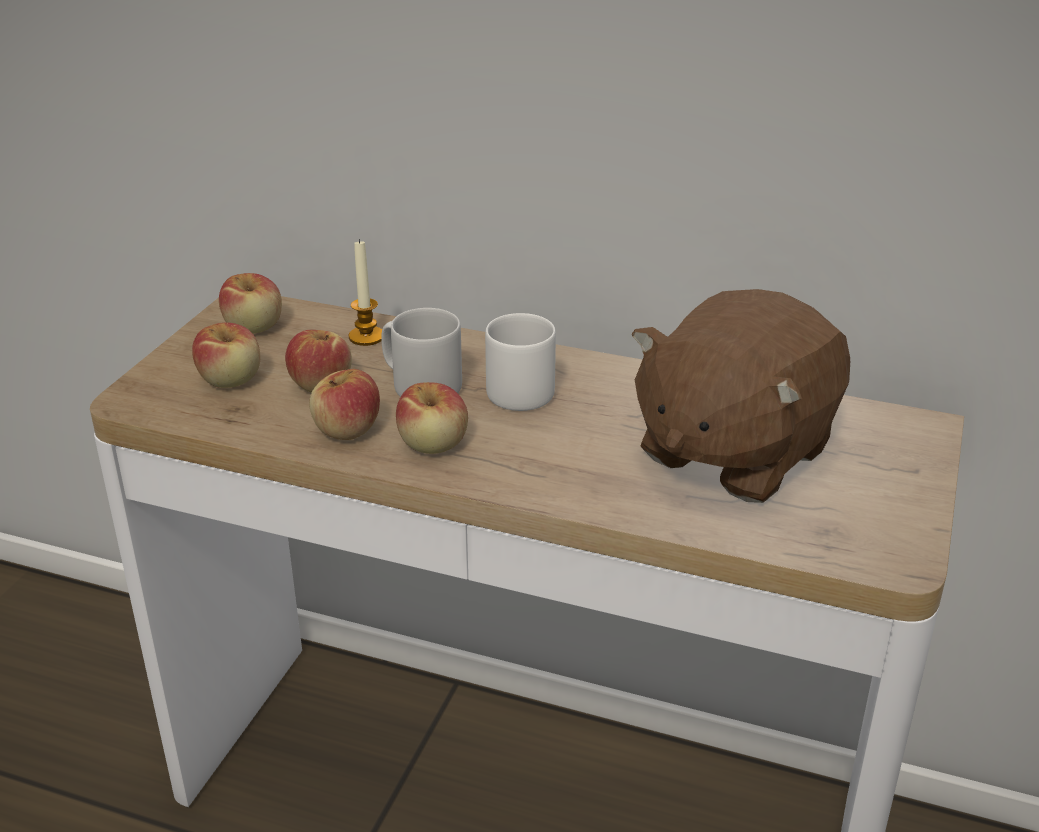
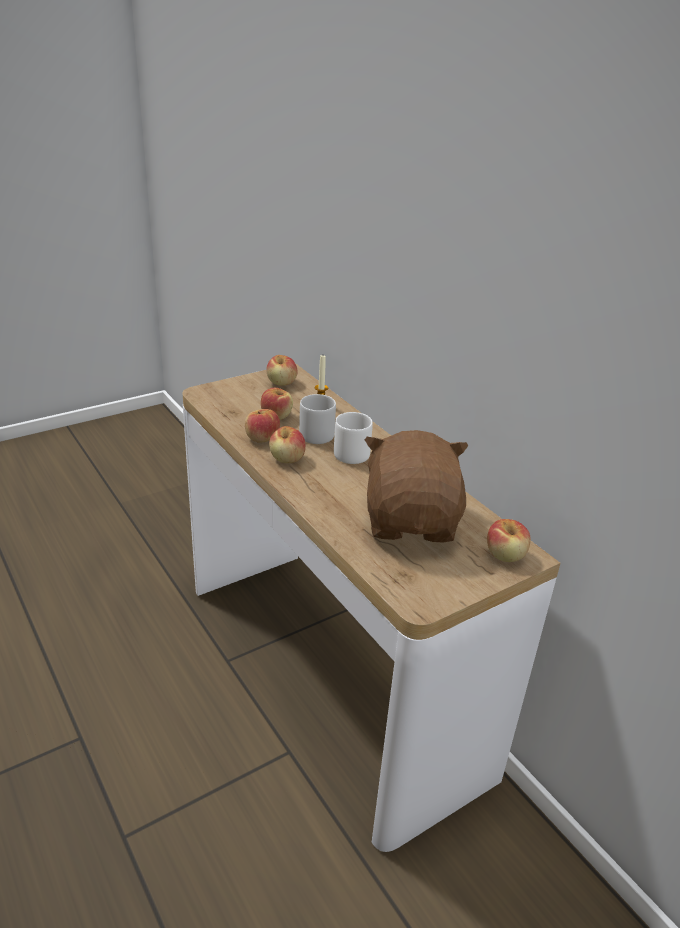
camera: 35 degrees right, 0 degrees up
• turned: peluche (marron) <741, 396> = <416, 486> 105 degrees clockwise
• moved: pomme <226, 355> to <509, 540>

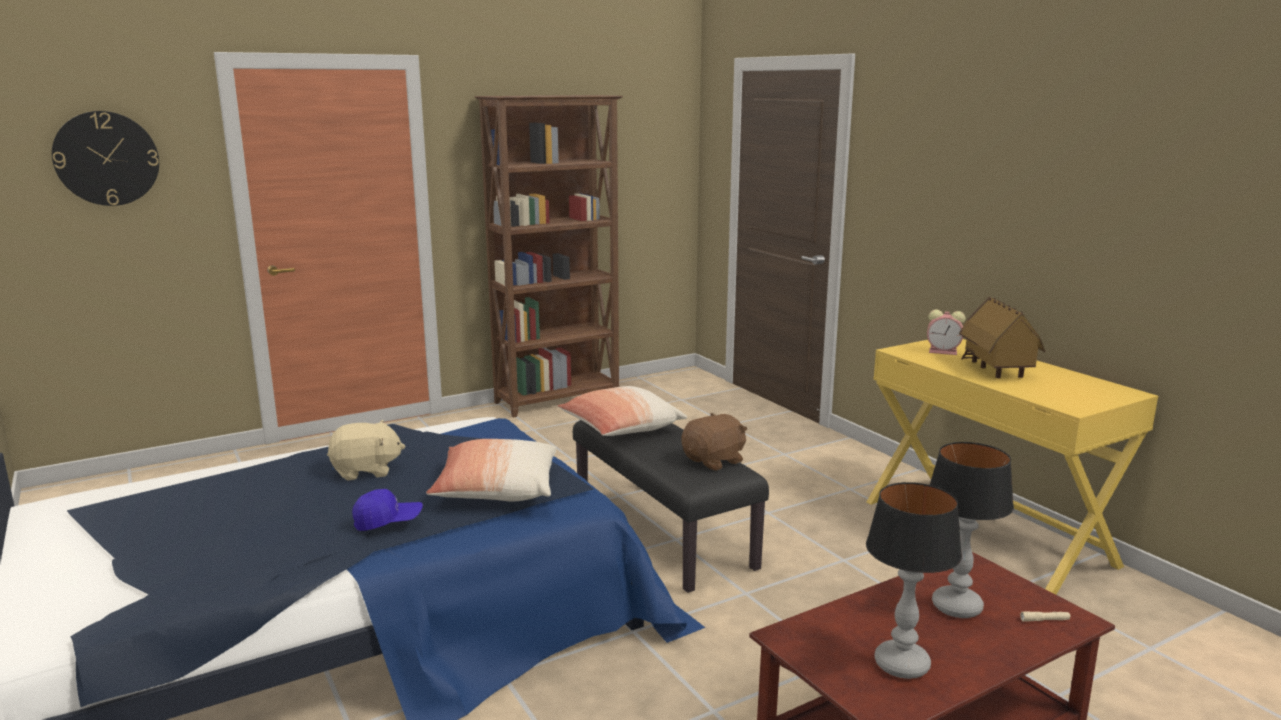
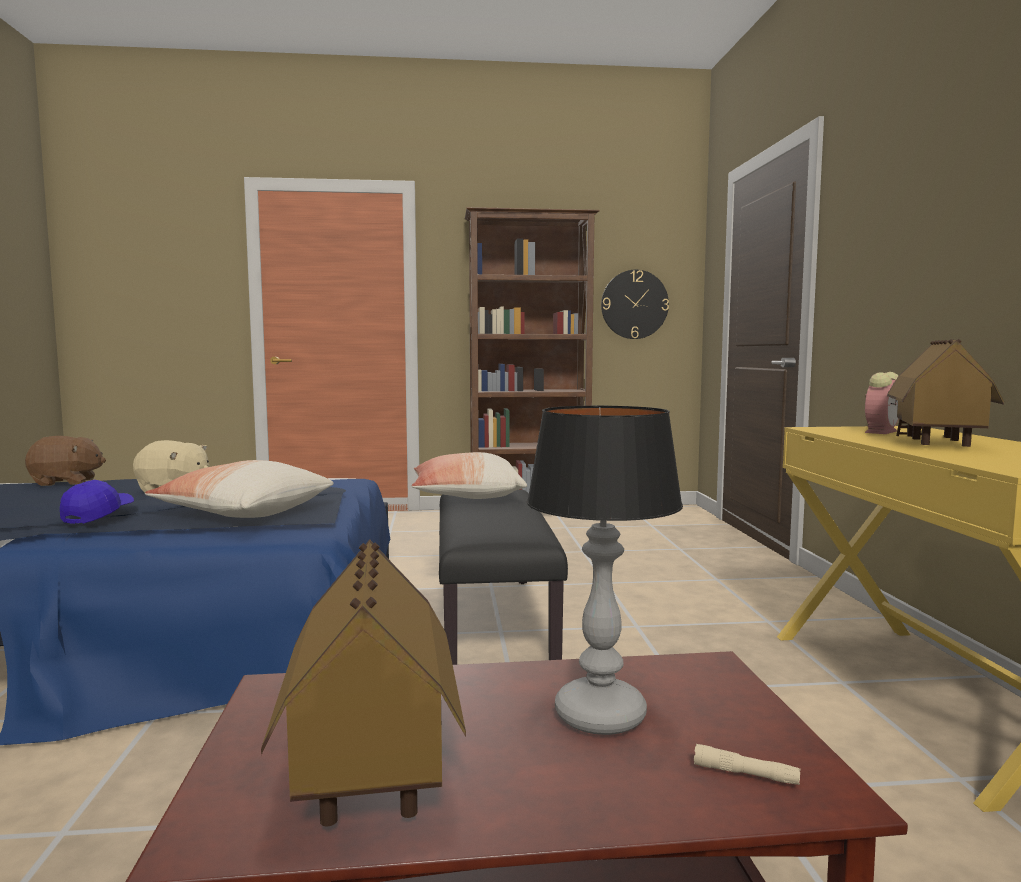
camera: 25 degrees right, 10 degrees down
• moved: horloge murale <105, 158> to <635, 304>
• turned: réveil <946, 332> = <882, 403> 90 degrees counterclockwise
• moved: peluche (marron) <714, 442> to <65, 461>
• replaced: lampe de table <914, 580> to maison miniature <363, 683>
• turned: casquette (bleu) <387, 510> = <97, 502> 90 degrees counterclockwise

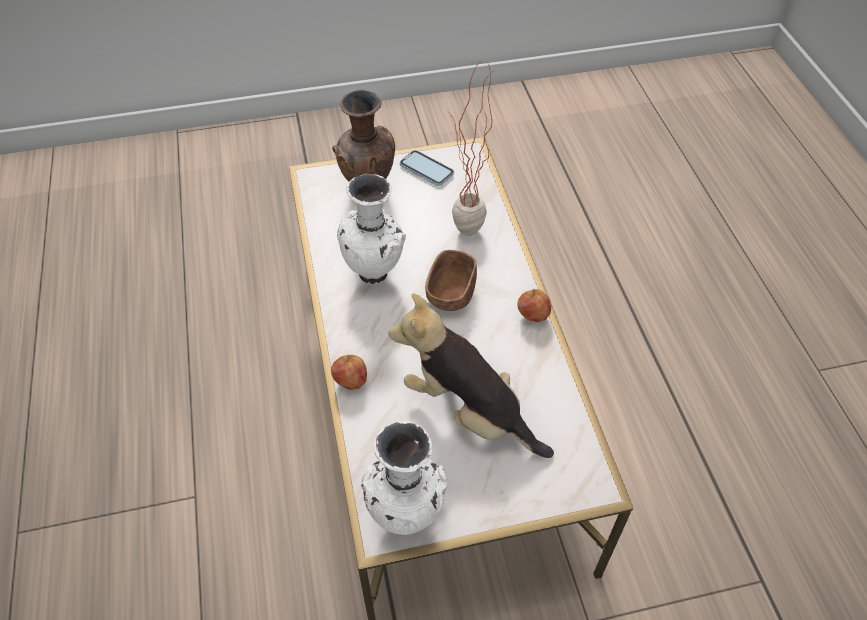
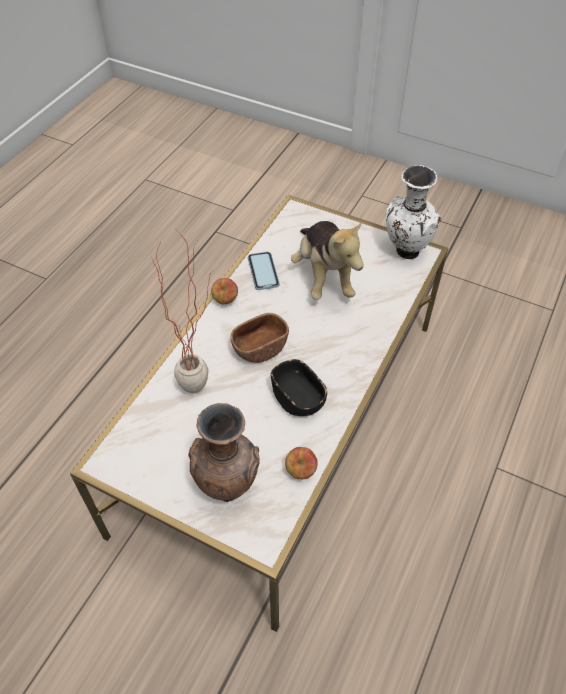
camera: 140 degrees left, 0 degrees up
• moved: téléphone <427, 168> to <263, 271>
• replaced: vase (blanc) <371, 229> to bol (noir) <299, 387>
• moved: pomme <349, 372> to <301, 463>

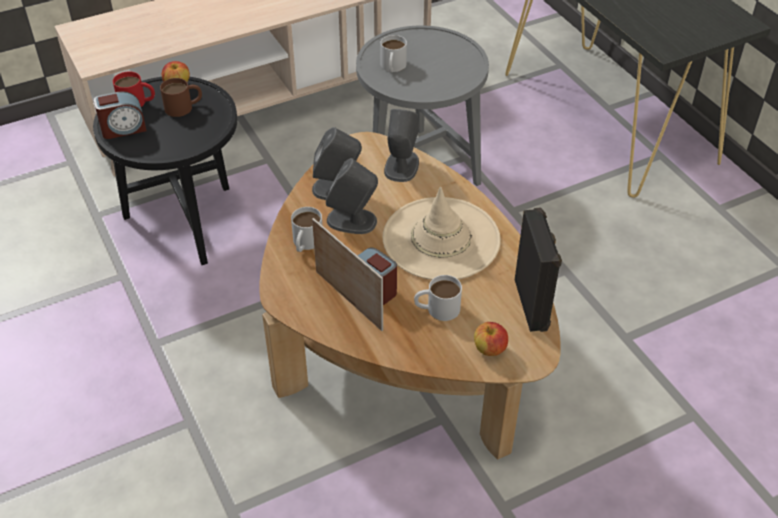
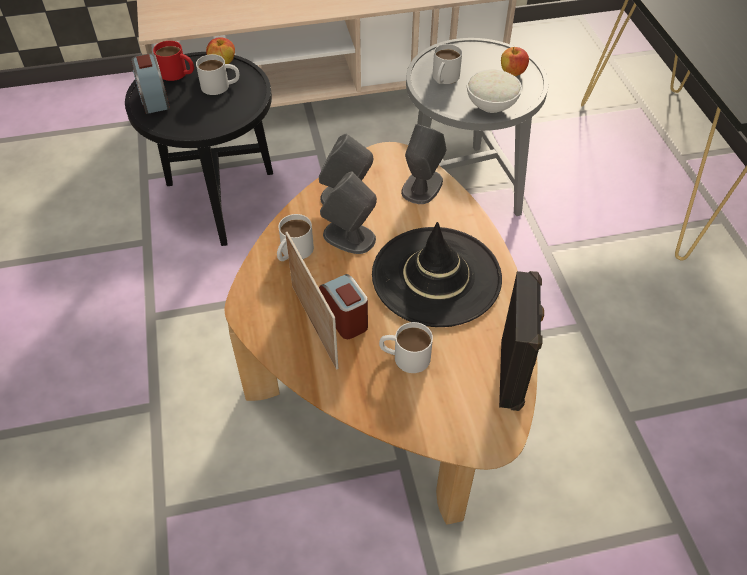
camera: 15 degrees right, 5 degrees up
• recoloured: mug (marron) <181, 97> to mug (blanc) <217, 74>
• turned: réveil <120, 115> = <150, 83> 75 degrees clockwise
• recoloured: chapeau (beige) <442, 233> to chapeau (noir) <437, 274>
• moved: pomme <491, 339> to <515, 61>
• added: bol (blanc) <494, 91>

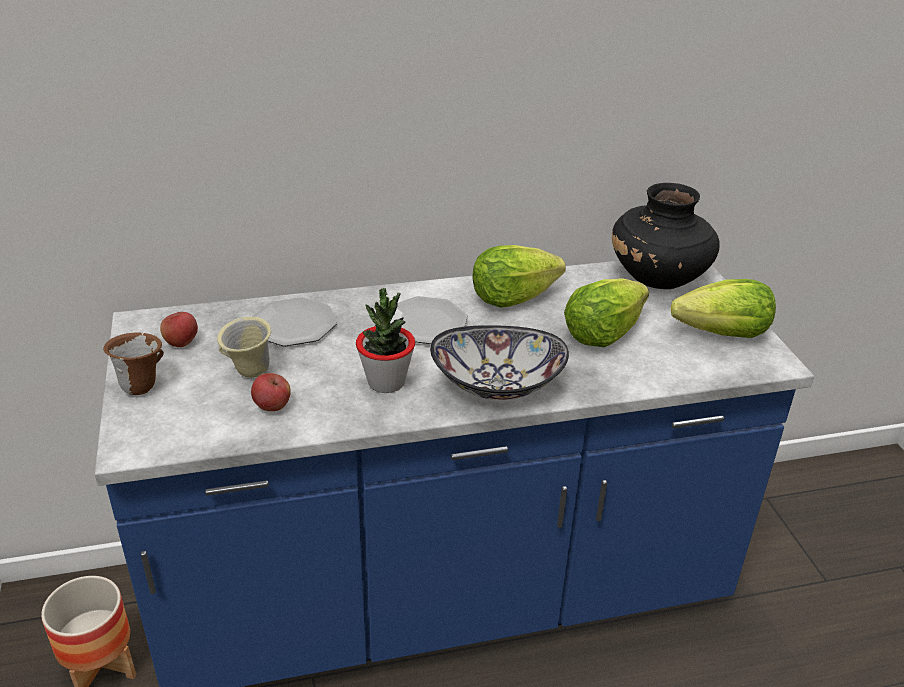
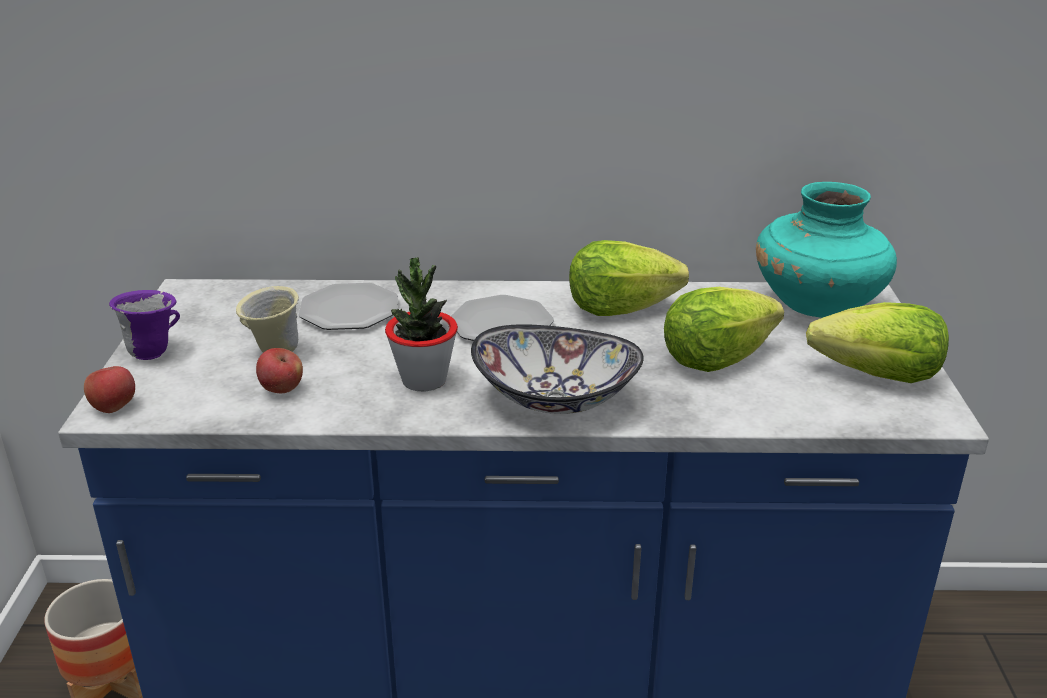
camera: 15 degrees right, 5 degrees down
• recoloured: vase (noir) <666, 236> to vase (turquoise) <826, 250>
• moved: pomme <179, 329> to <109, 389>
• recoloured: mug (marron) <133, 363> to mug (violet) <144, 325>

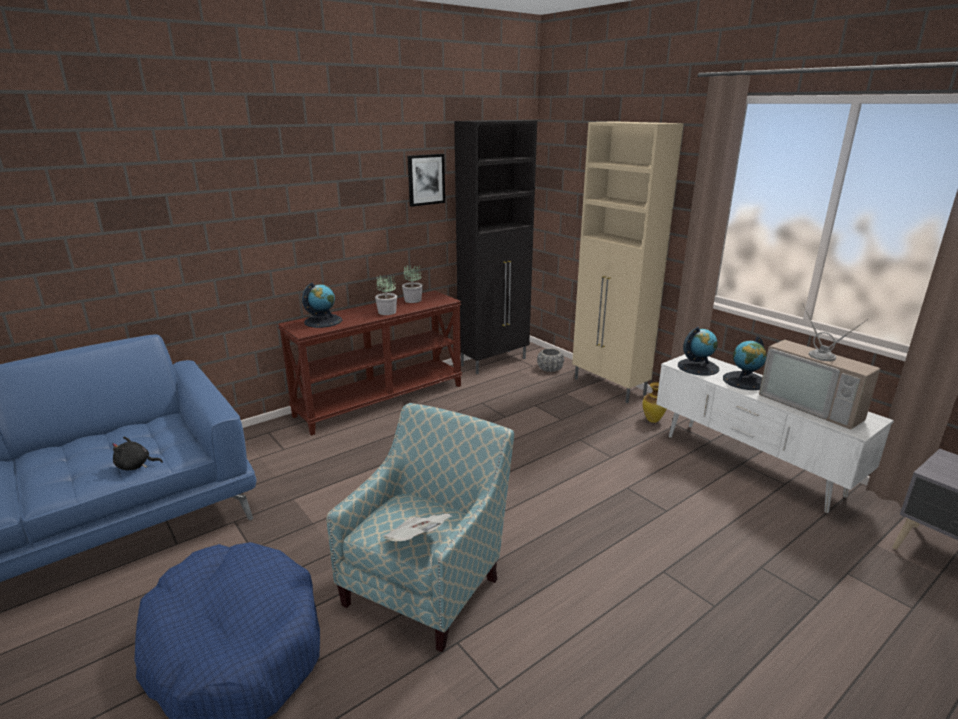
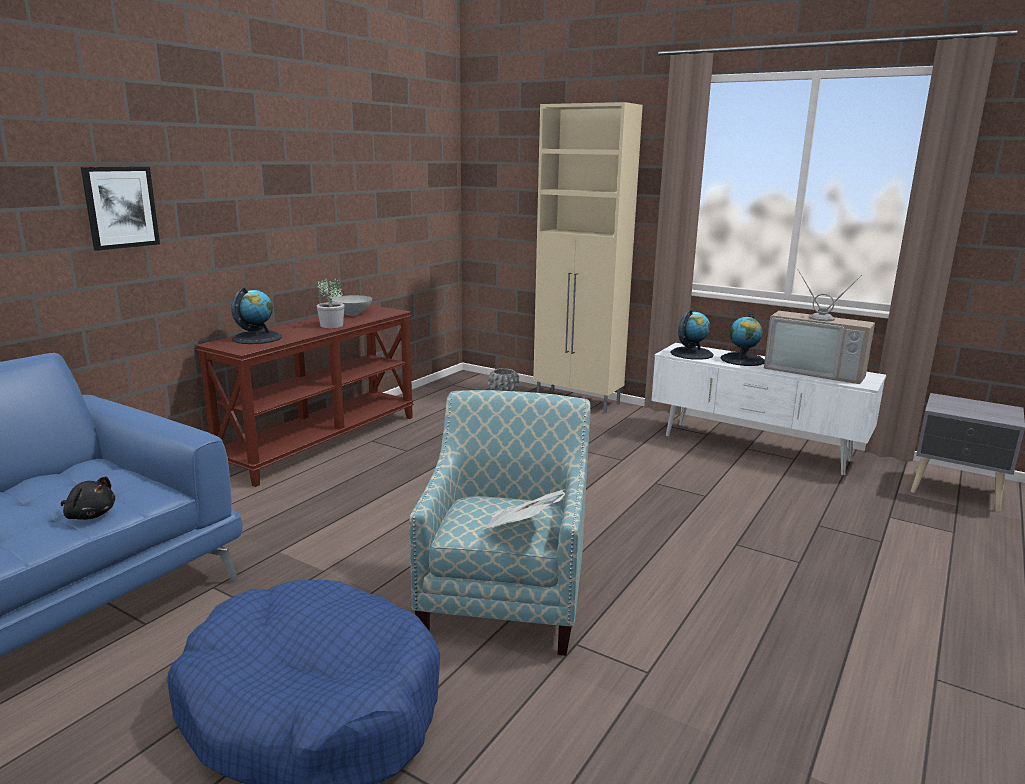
camera: 20 degrees left, 5 degrees down
• removed: meuble de rangement (noir) <495, 247>
• moved: tableau <426, 180> to <120, 208>
• replaced: plante en pot <412, 284> to bol (gris) <352, 305>
• removed: vase <655, 402>
• turned: peluche (noir) <137, 454> = <88, 498> 135 degrees counterclockwise

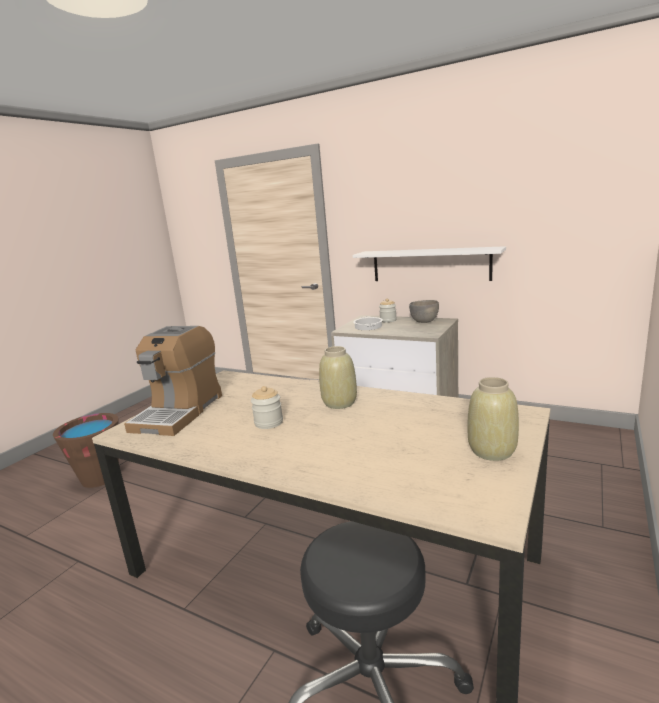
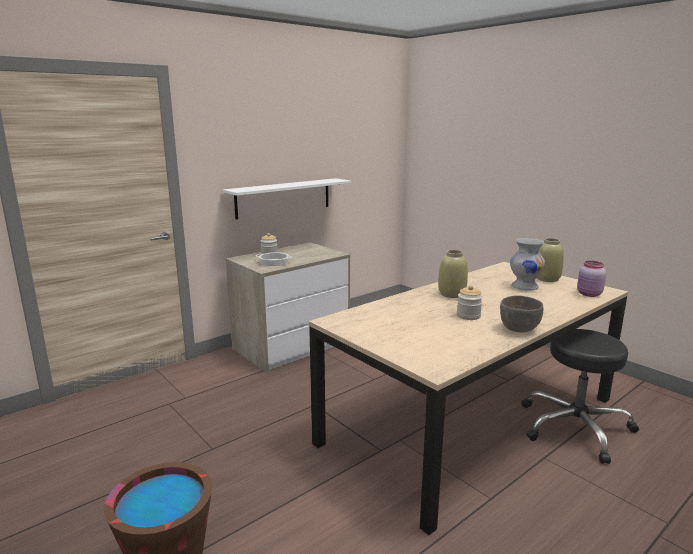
camera: 70 degrees left, 0 degrees up
• moved: bol (gris) <424, 311> to <521, 313>
• removed: machine à café <173, 381>
• added: vase (blanc) <527, 264>
• added: bocal (rose) <591, 279>

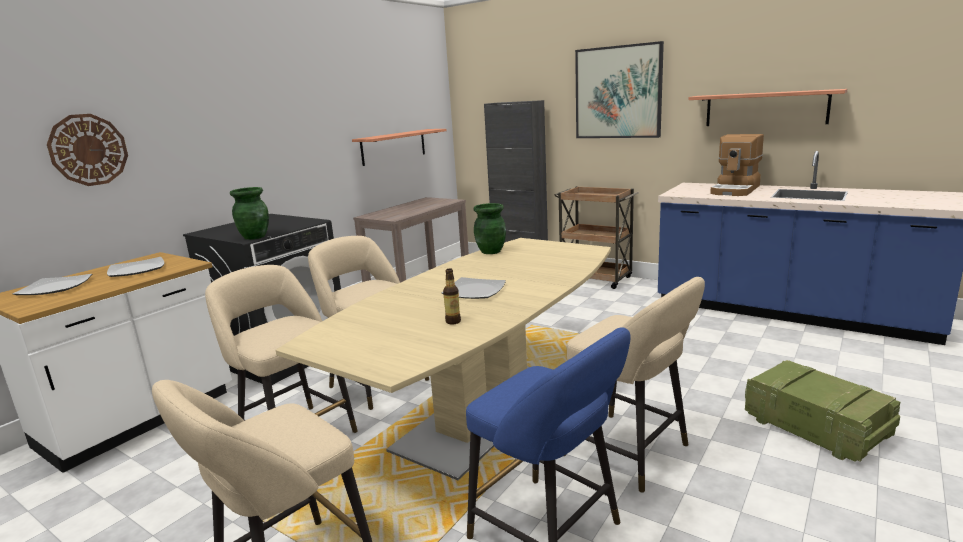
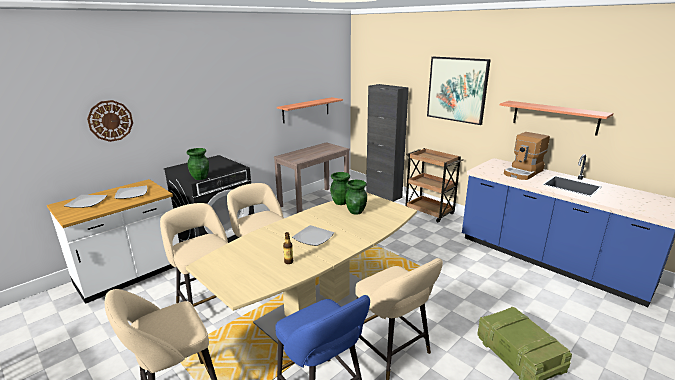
camera: 10 degrees right, 5 degrees up
• added: vase (vert) <356, 197>

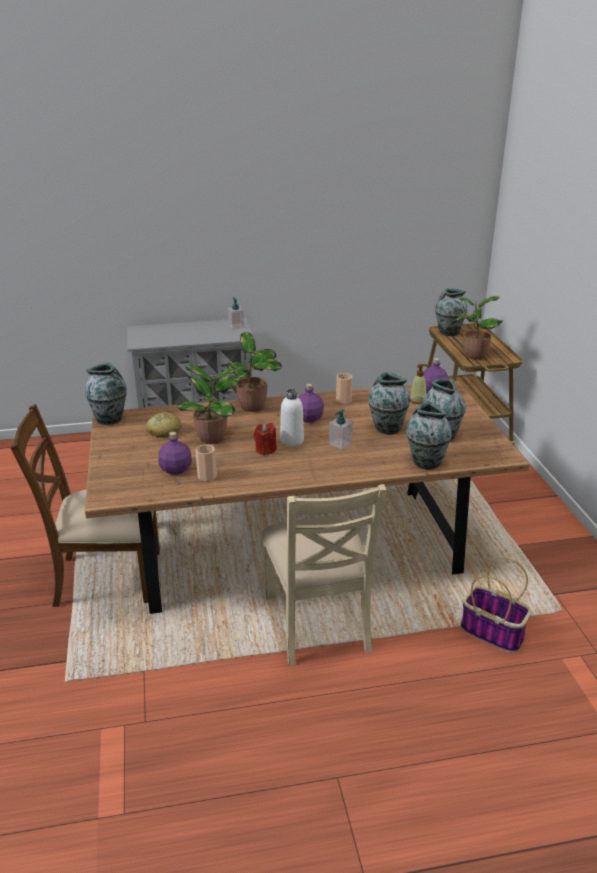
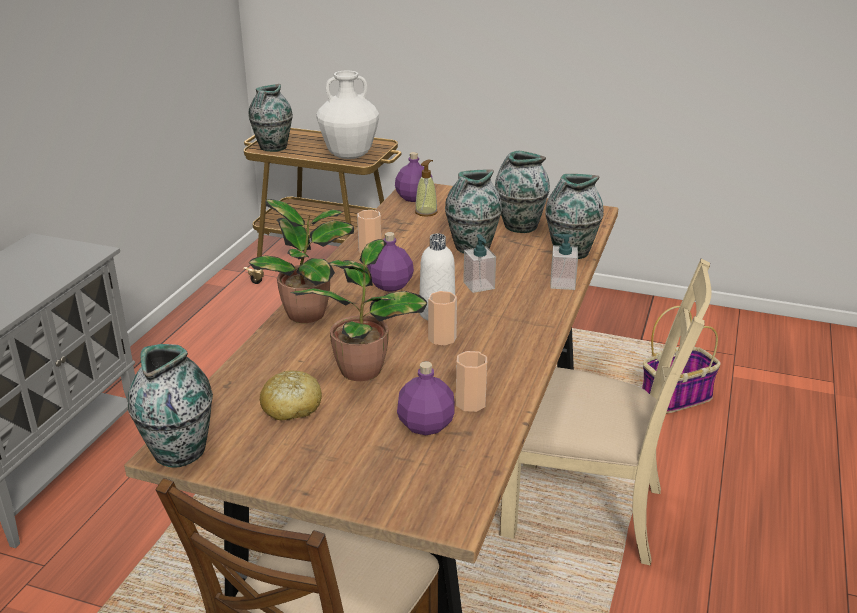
camera: 60 degrees left, 0 degrees up
• replaced: plante en pot <479, 328> to vase (blanc) <347, 114>
• moved: distributeur de savon <236, 313> to <564, 262>
• replaced: bougie (rouge) <265, 439> to tasse <442, 318>

